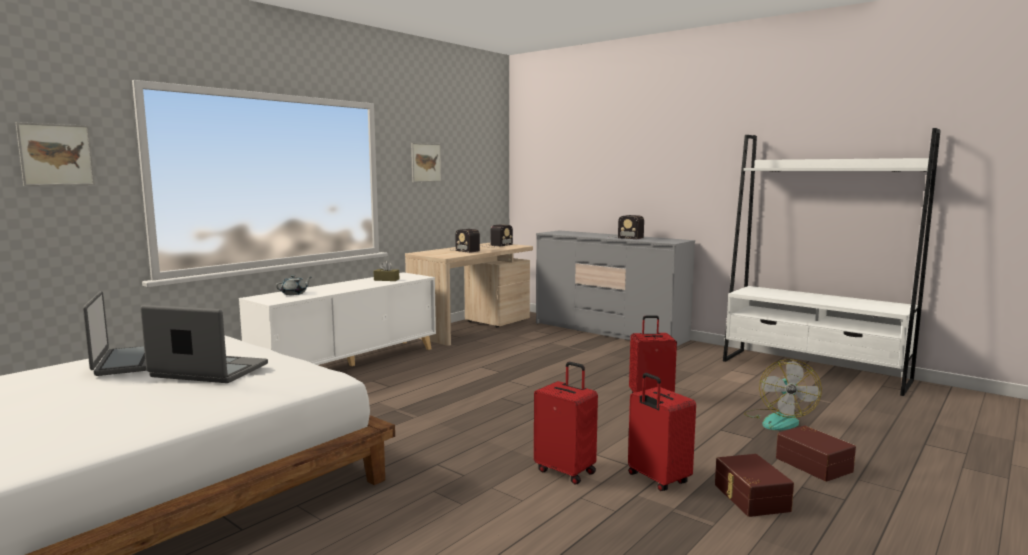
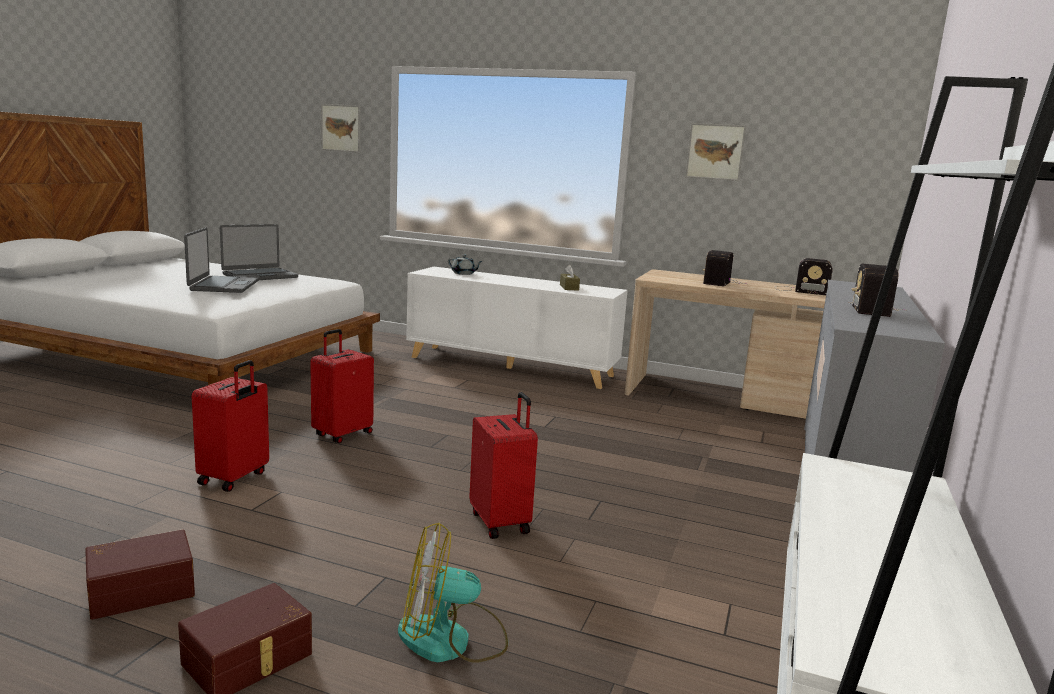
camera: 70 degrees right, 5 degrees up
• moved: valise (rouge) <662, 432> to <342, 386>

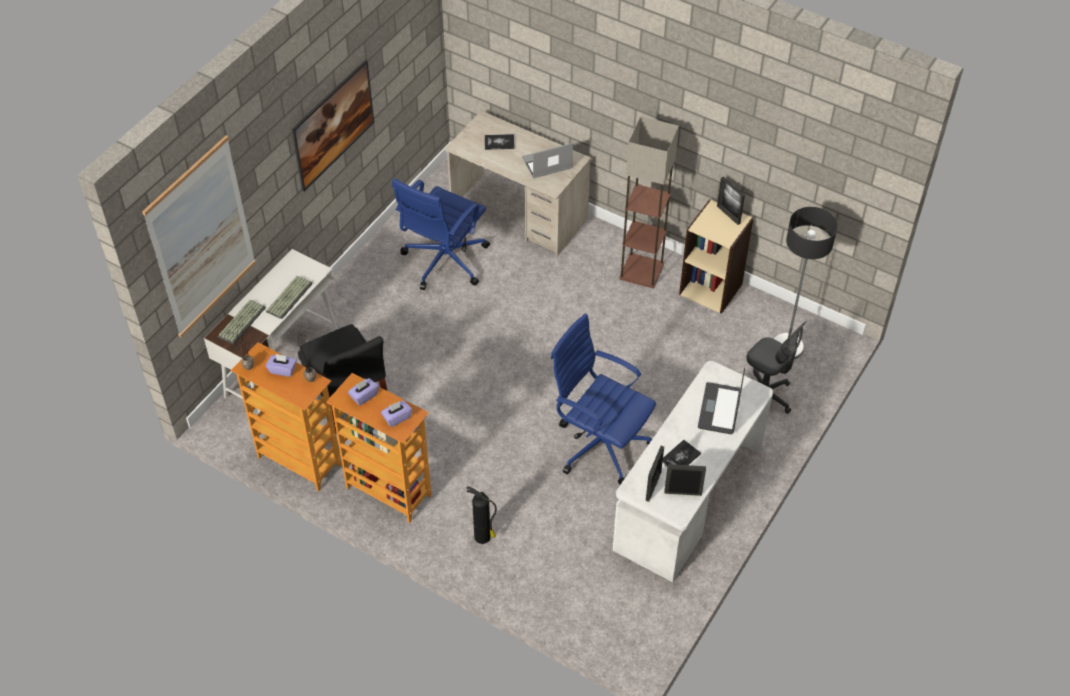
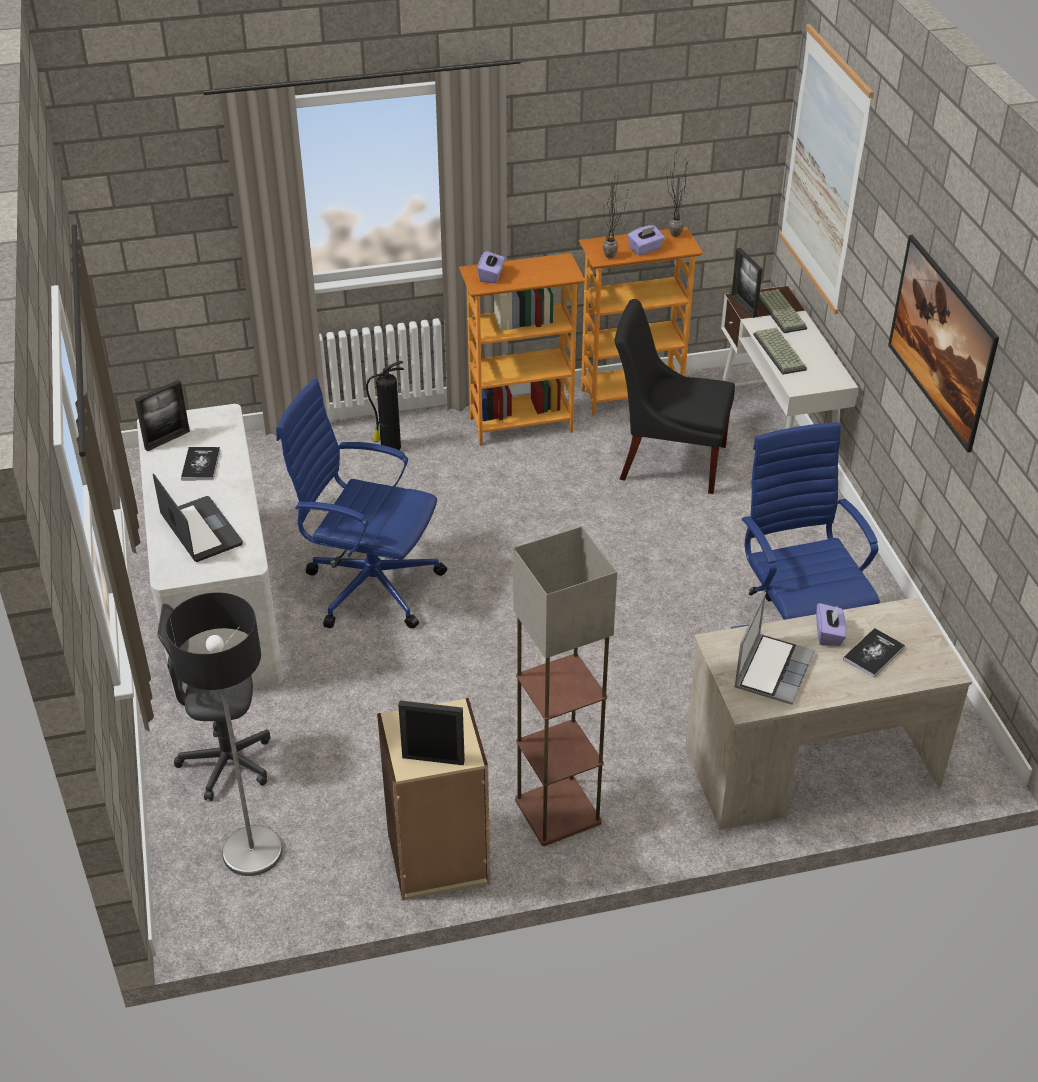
camera: 135 degrees right, 10 degrees down
• turned: chaise de bureau (bleu) <603, 399> = <361, 503> 150 degrees counterclockwise
• moved: boîte à mouchoirs (violet) <363, 392> to <831, 624>
• moved: cadre photo <655, 474> to <747, 283>

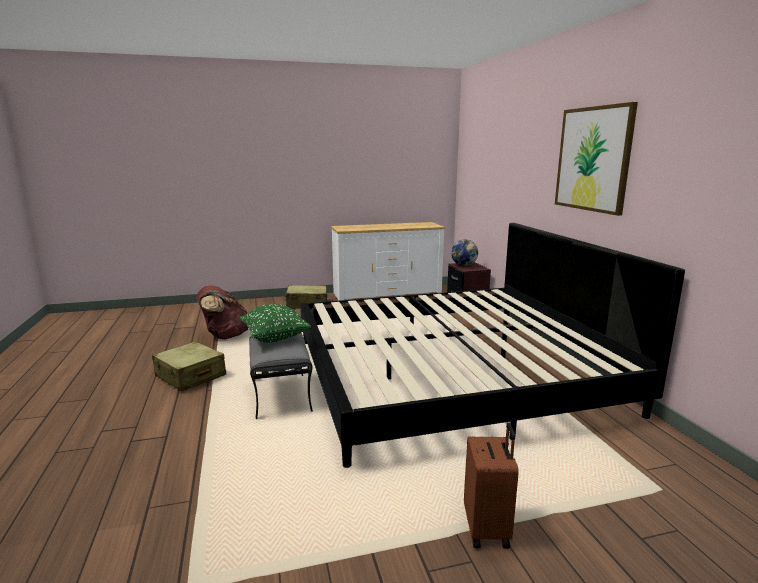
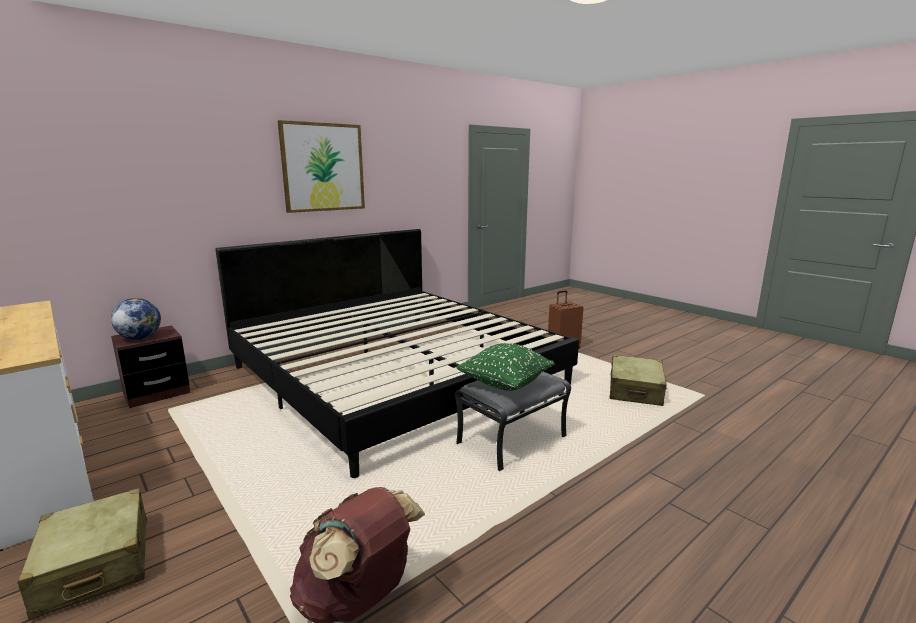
camera: 115 degrees left, 0 degrees up
• moved: valise (beige) <189, 366> to <638, 380>

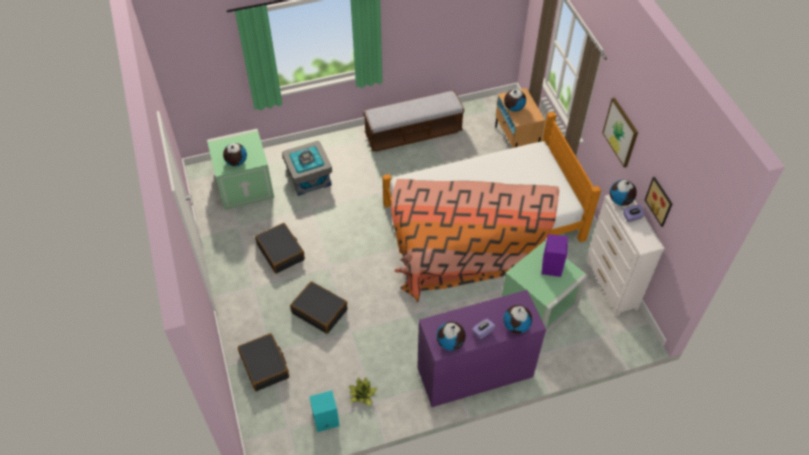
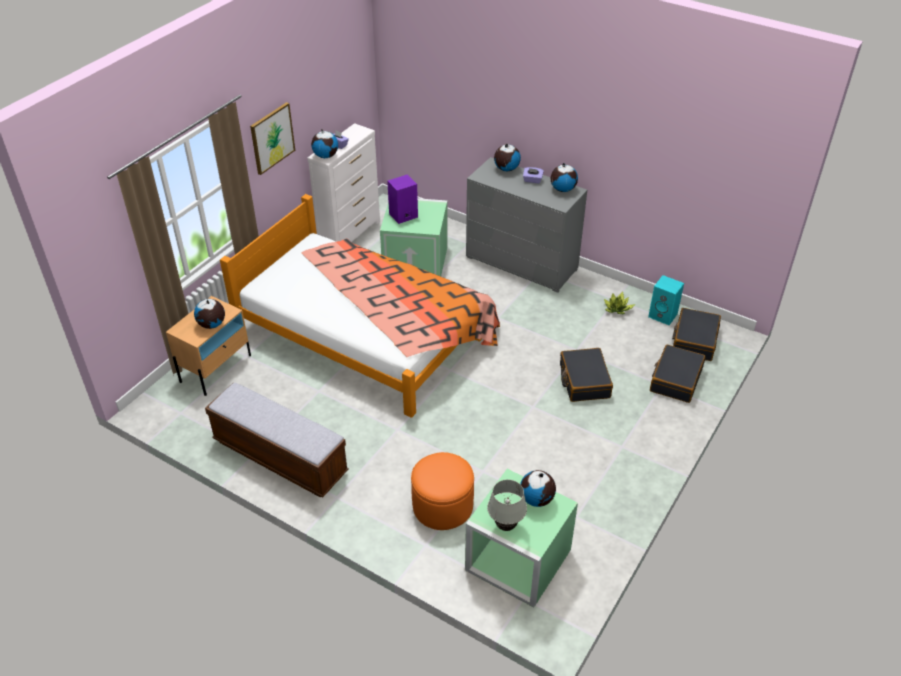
camera: 130 degrees left, 10 degrees down
• replaced: boîte de rangement (gris) <307, 168> to pouf (orange) <442, 491>
• removed: tableau <658, 202>
• moved: valise (noir) <280, 248> to <696, 334>
• recoloured: commode (violet) <481, 348> to commode (gris) <526, 225>
• added: lampe de table (blanc) <507, 505>

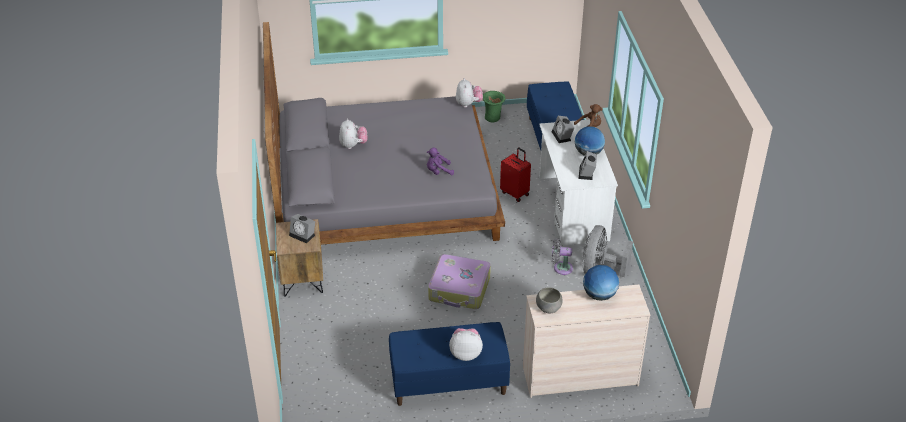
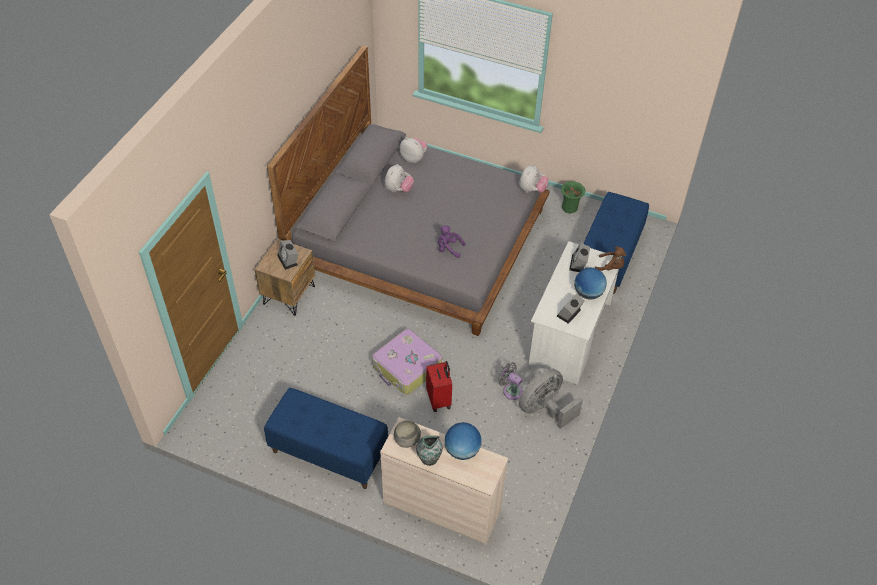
camera: 30 degrees right, 10 degrees up
• moved: valise (rouge) <515, 174> to <439, 386>
• moved: peluche <466, 344> to <414, 150>
• added: vase <429, 450>

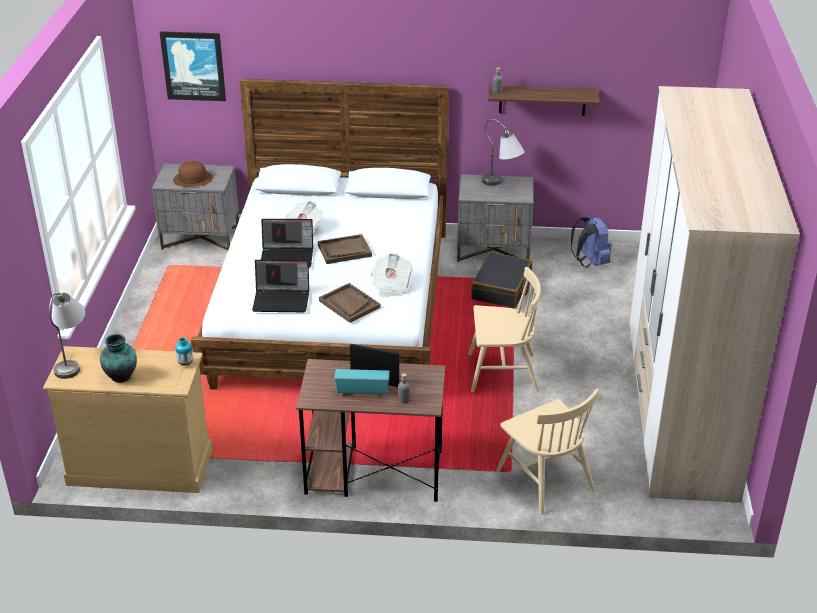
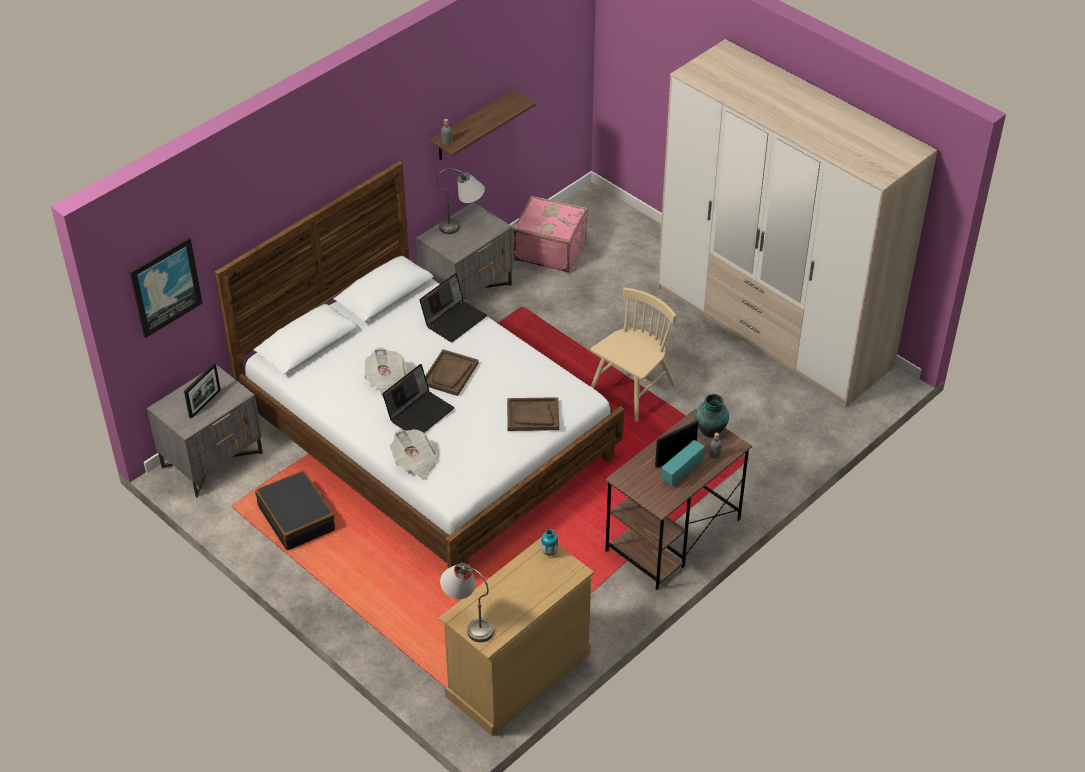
camera: 50 degrees left, 10 degrees up
• replaced: chapeau (marron) <193, 174> to cadre photo <202, 391>
• replaced: sac à dos (bleu) <591, 242> to valise (rose) <550, 234>
• moved: valise (noir) <501, 280> to <295, 510>
• moved: journal <392, 275> to <414, 453>
• moved: ordinateur portable <280, 286> to <453, 307>
• moved: vase <118, 358> to <712, 415>
• removed: chaise (beige) <547, 451>

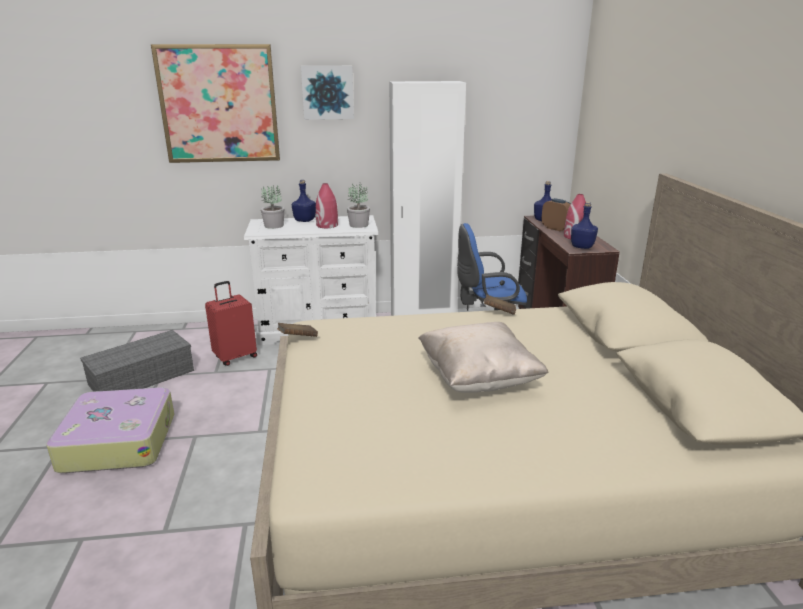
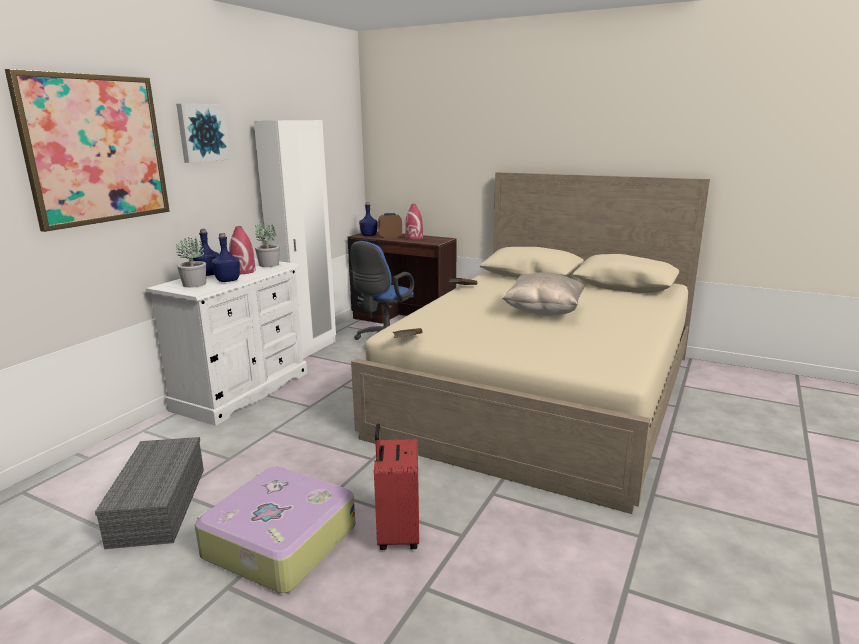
camera: 55 degrees left, 5 degrees down
• moved: bouteille (bleu) <584, 225> to <226, 257>
• moved: valise (rouge) <231, 323> to <396, 486>

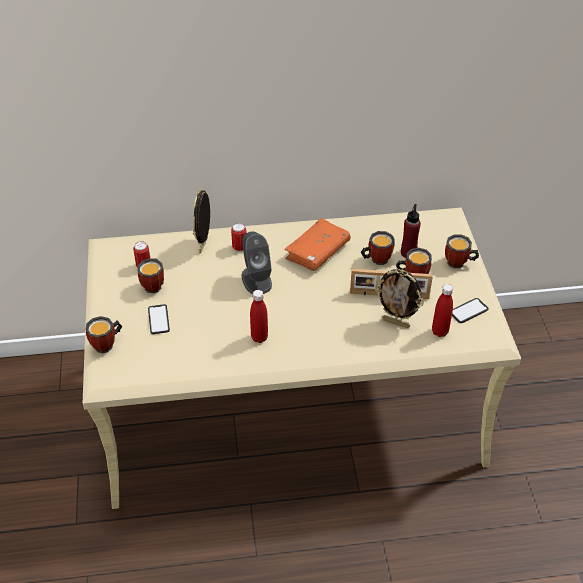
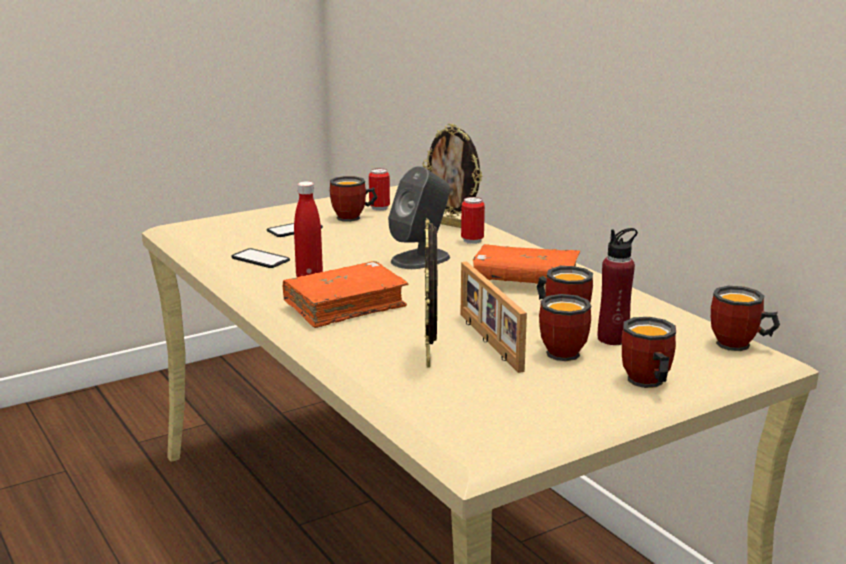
camera: 65 degrees right, 25 degrees down
• turned: cadre photo <201, 221> = <452, 176> 135 degrees counterclockwise
• removed: bouteille (rouge) <442, 310>
• moved: téléphone <470, 310> to <260, 258>
• moved: mug <103, 334> to <745, 318>
• added: livre (orange) <345, 294>

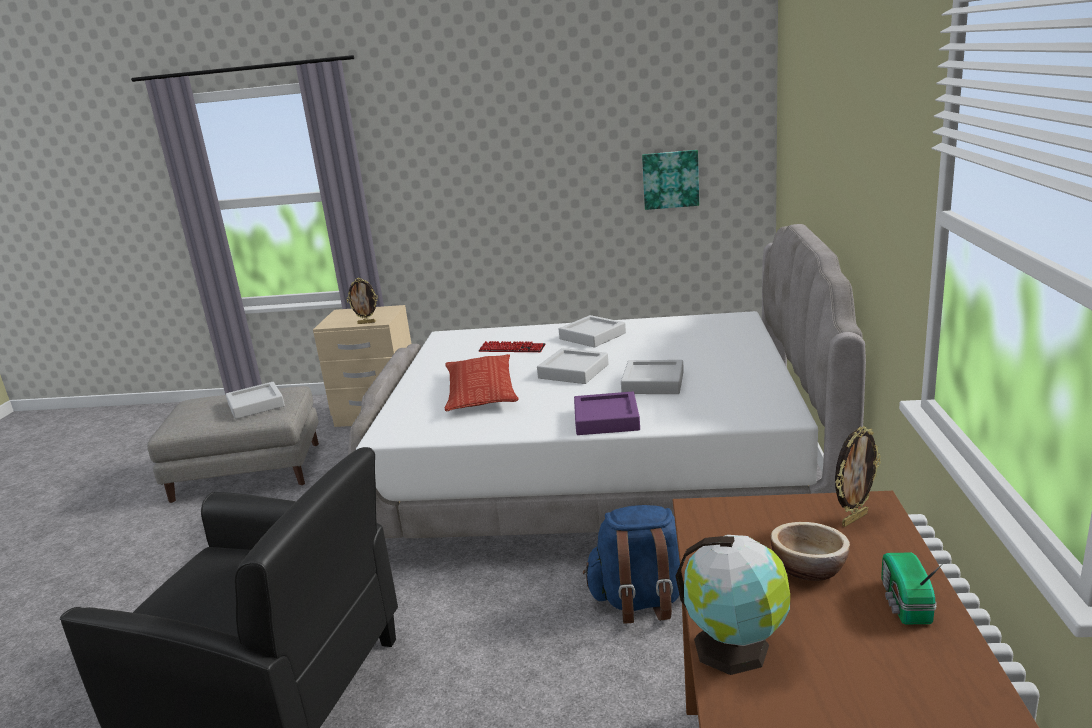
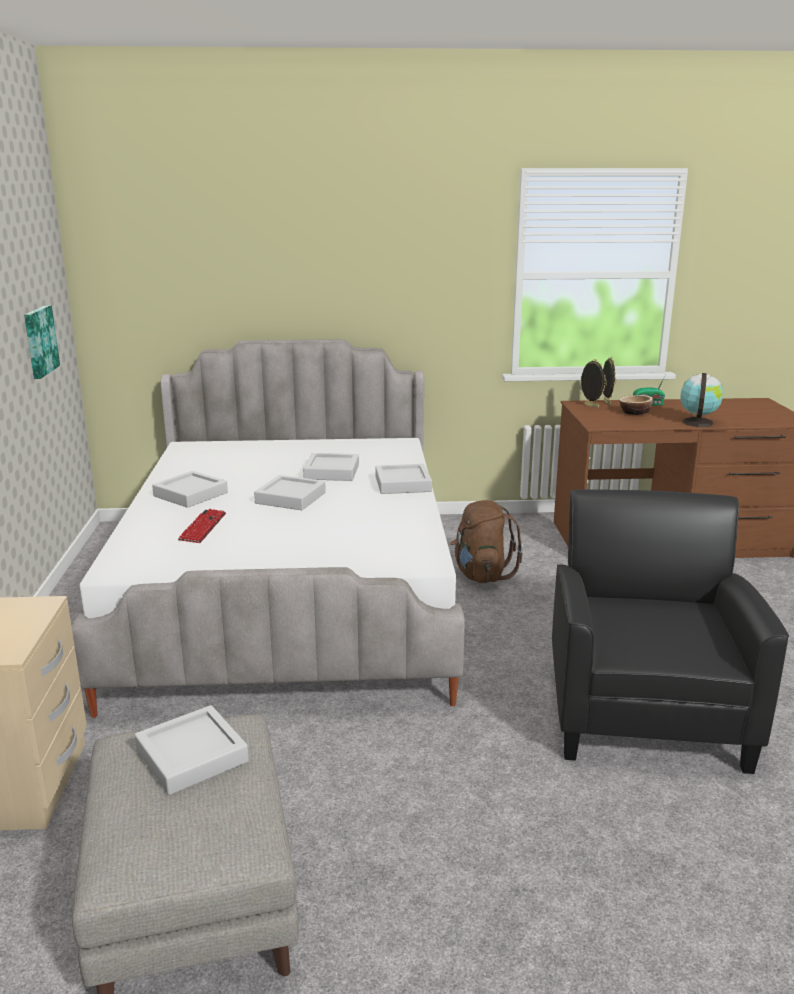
camera: 100 degrees left, 0 degrees up
• moved: cadre photo <362, 301> to <609, 381>
• removed: coussin <482, 383>
• recoloured: plateau (violet) <607, 413> to plateau (gris) <403, 479>
• recoloured: sac à dos (bleu) <631, 564> to sac à dos (marron) <486, 541>

